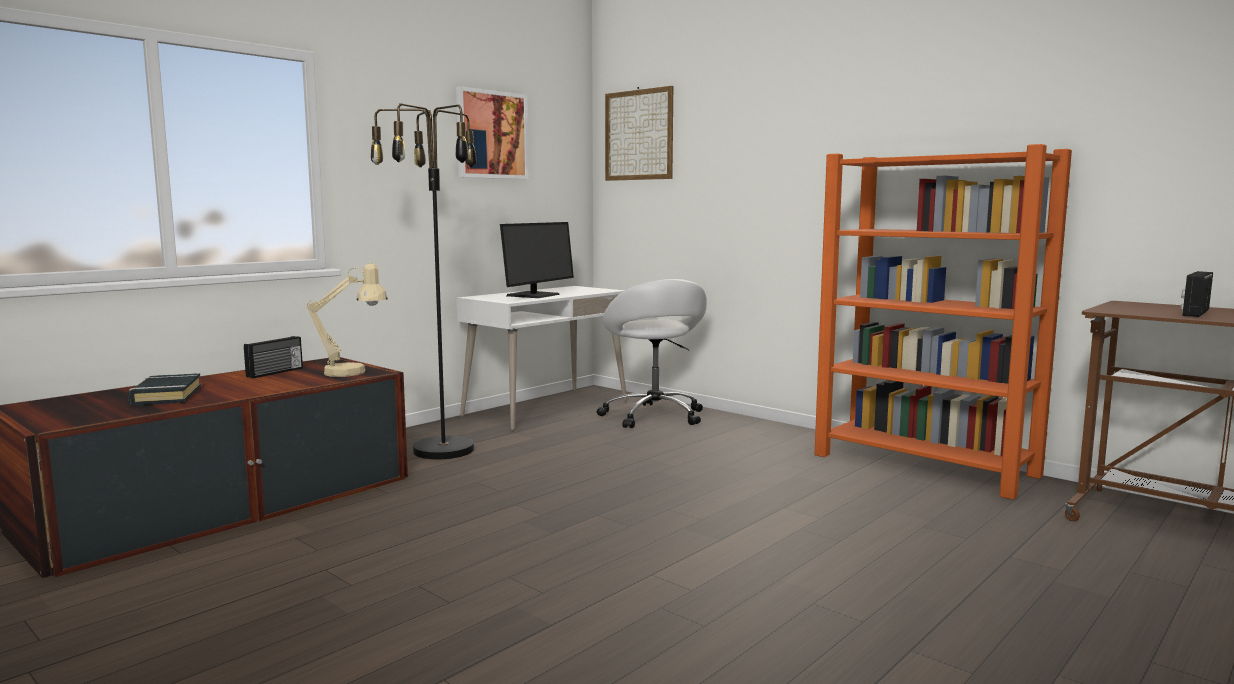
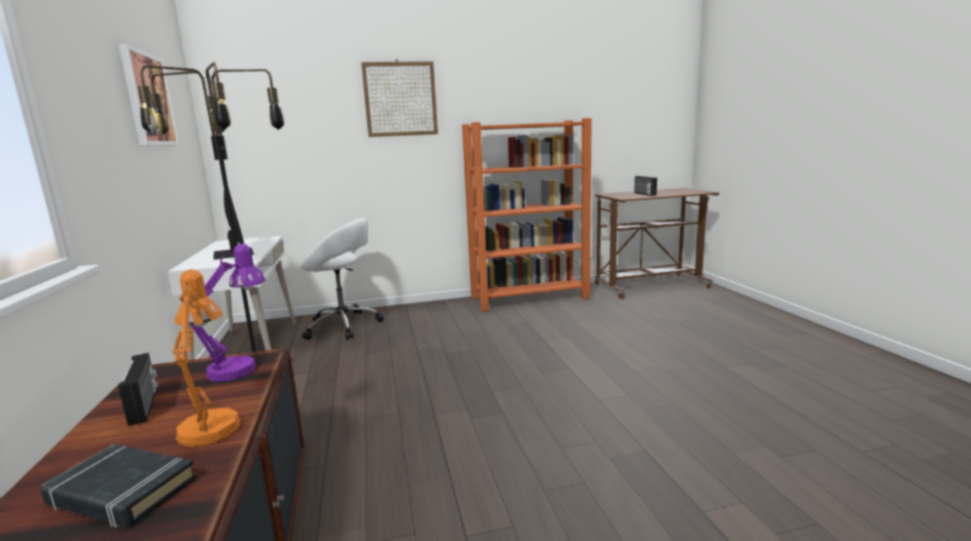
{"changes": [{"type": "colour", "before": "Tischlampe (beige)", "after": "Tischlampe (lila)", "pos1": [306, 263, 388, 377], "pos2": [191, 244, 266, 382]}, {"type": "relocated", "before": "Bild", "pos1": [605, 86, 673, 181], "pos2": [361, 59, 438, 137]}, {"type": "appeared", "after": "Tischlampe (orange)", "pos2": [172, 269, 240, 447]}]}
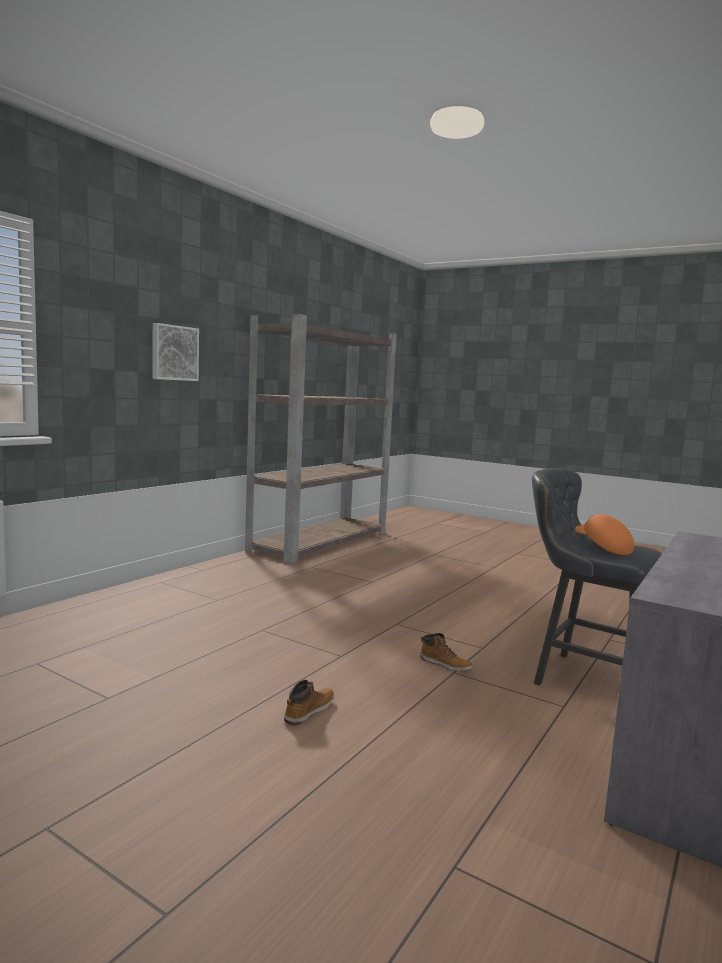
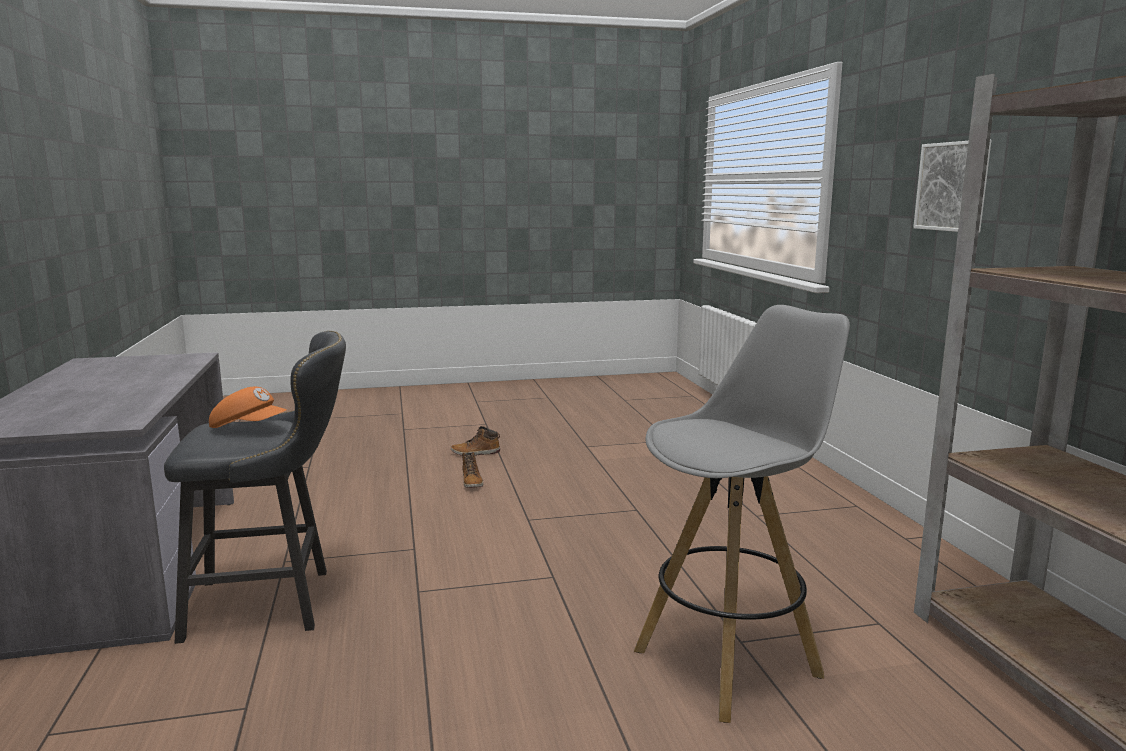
{"changes": [{"type": "relocated", "before": "Stiefel", "pos1": [420, 633, 473, 671], "pos2": [451, 426, 500, 456]}, {"type": "appeared", "after": "Hocker (grau)", "pos2": [634, 305, 850, 723]}]}
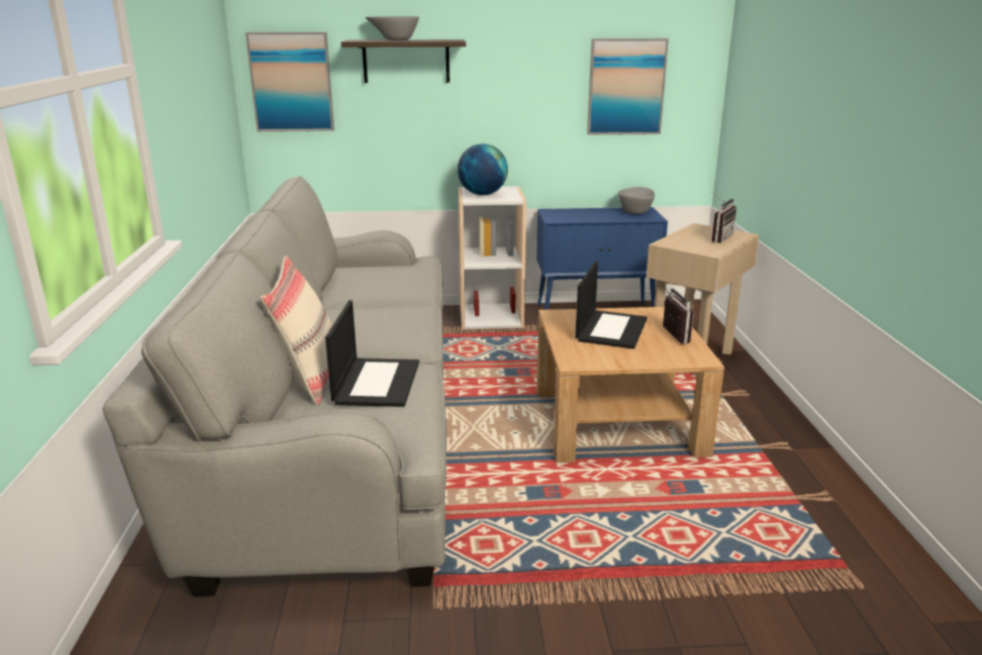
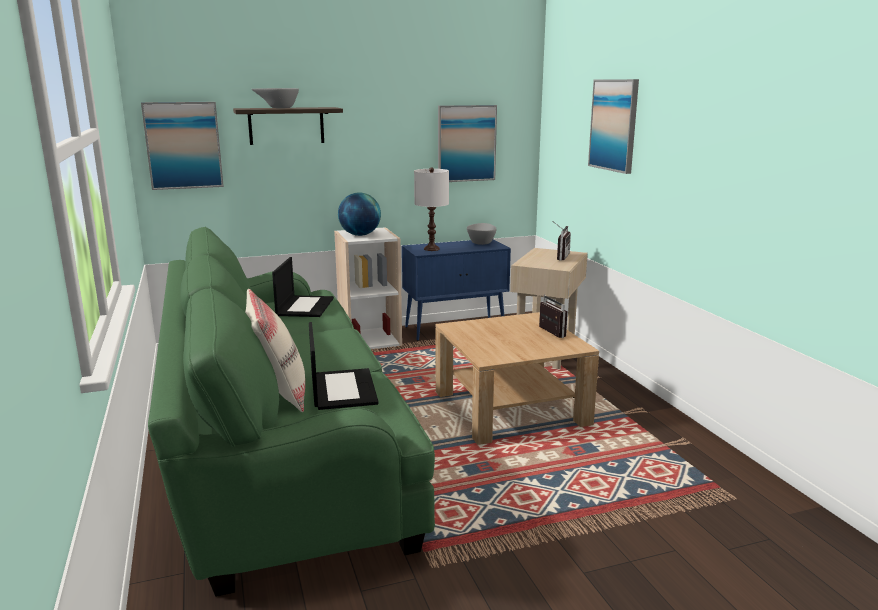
{"changes": [{"type": "colour", "before": "Sofa (grau)", "after": "Sofa (grün)", "pos1": [102, 176, 447, 597], "pos2": [148, 226, 435, 597]}, {"type": "relocated", "before": "Laptop", "pos1": [575, 261, 647, 349], "pos2": [272, 257, 334, 317]}, {"type": "appeared", "after": "Tischlampe (weiß)", "pos2": [414, 167, 449, 251]}, {"type": "appeared", "after": "Bild", "pos2": [588, 79, 639, 174]}]}
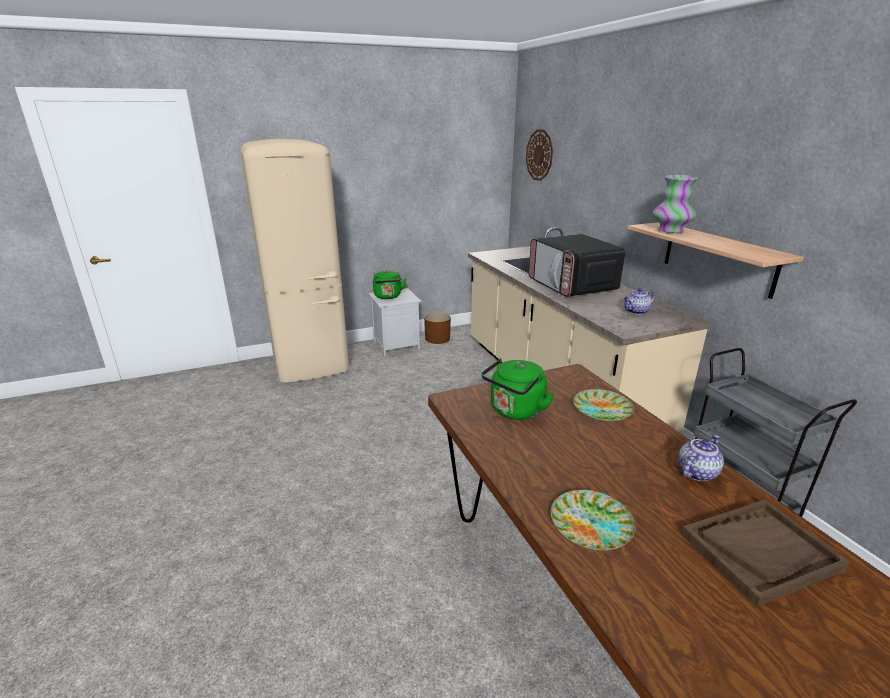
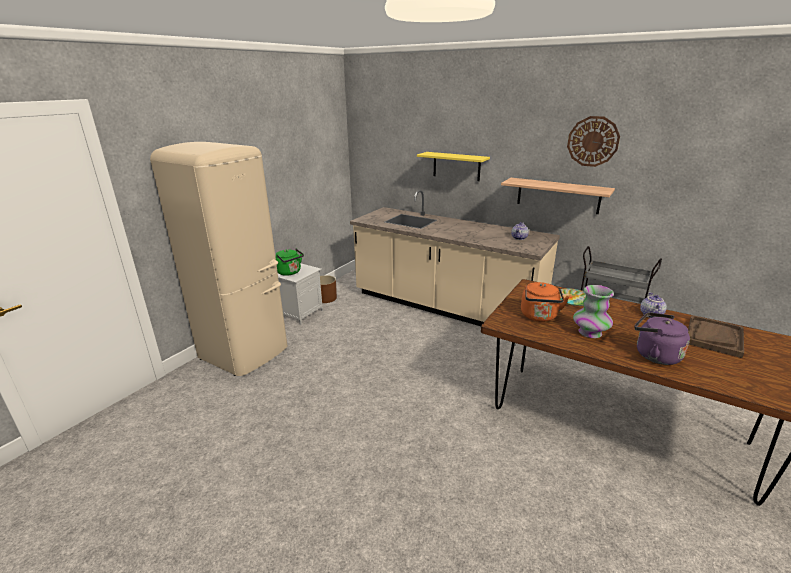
{"changes": [{"type": "colour", "before": "Wasserkessel (grün)", "after": "Wasserkessel (orange)", "pos1": [481, 358, 554, 420], "pos2": [521, 282, 569, 322]}, {"type": "relocated", "before": "Wanduhr", "pos1": [526, 129, 553, 181], "pos2": [567, 116, 620, 167]}, {"type": "missing", "before": "Mikrowelle", "pos1": [529, 234, 625, 297]}, {"type": "exchanged", "before": "Teller", "after": "Wasserkessel (lila)", "pos1": [551, 490, 635, 551], "pos2": [634, 312, 690, 365]}, {"type": "relocated", "before": "Vase", "pos1": [652, 175, 698, 233], "pos2": [573, 285, 614, 338]}, {"type": "appeared", "after": "Wandregal (gelb)", "pos2": [417, 152, 490, 181]}]}
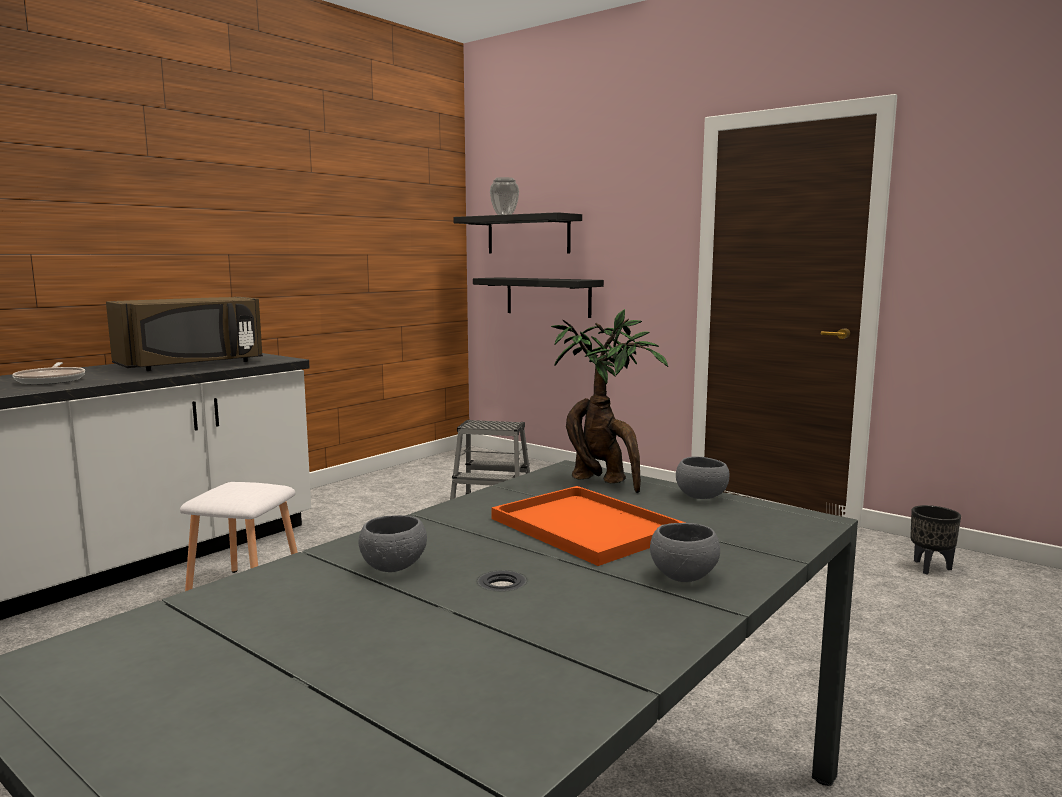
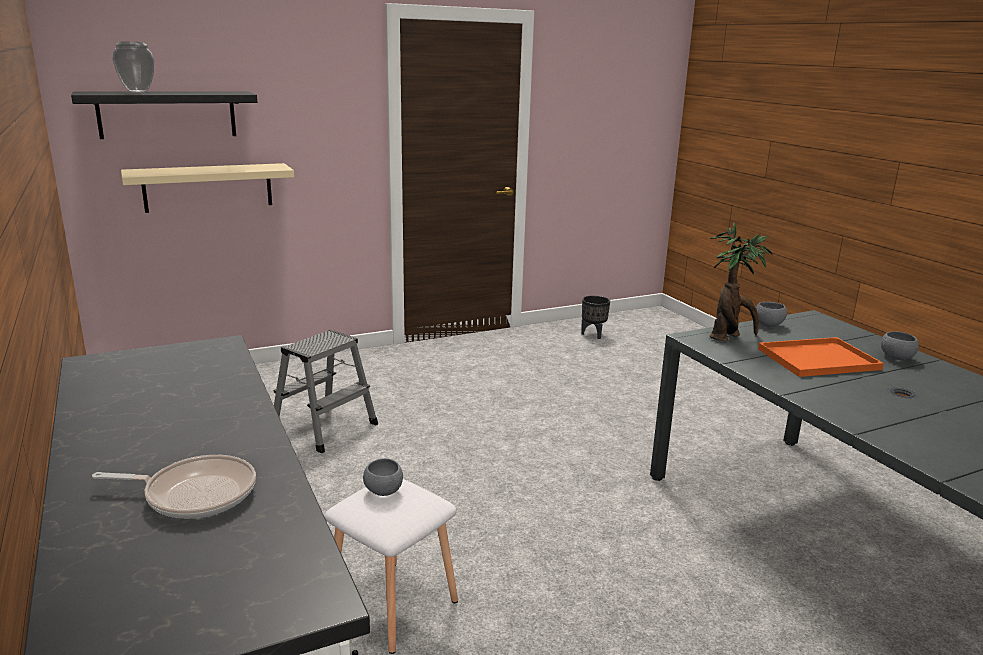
{"changes": [{"type": "missing", "before": "Mikrowelle (braun)", "pos1": [106, 297, 263, 371]}, {"type": "relocated", "before": "Schüssel (grau)", "pos1": [359, 515, 427, 572], "pos2": [363, 458, 403, 496]}, {"type": "colour", "before": "Wandregal (schwarz)", "after": "Wandregal (beige)", "pos1": [473, 277, 604, 318], "pos2": [121, 163, 294, 213]}]}
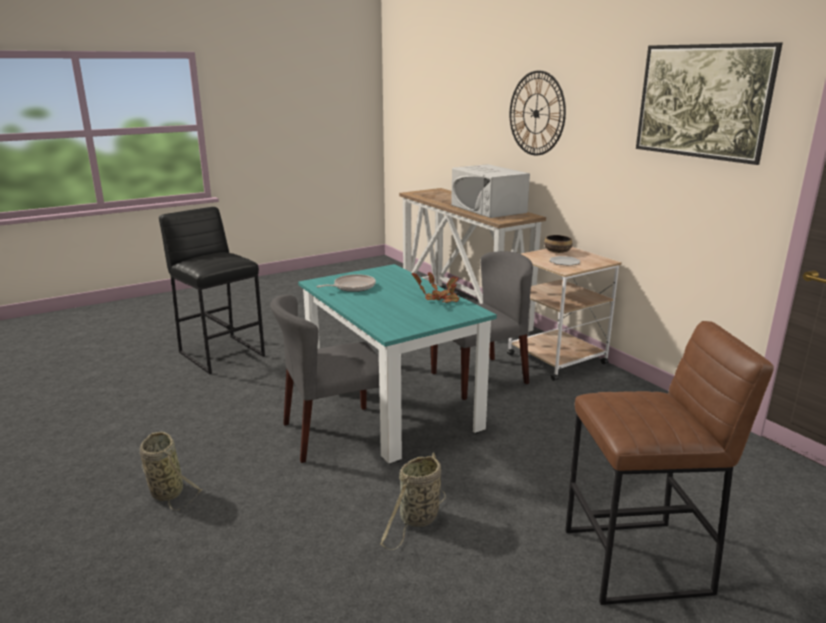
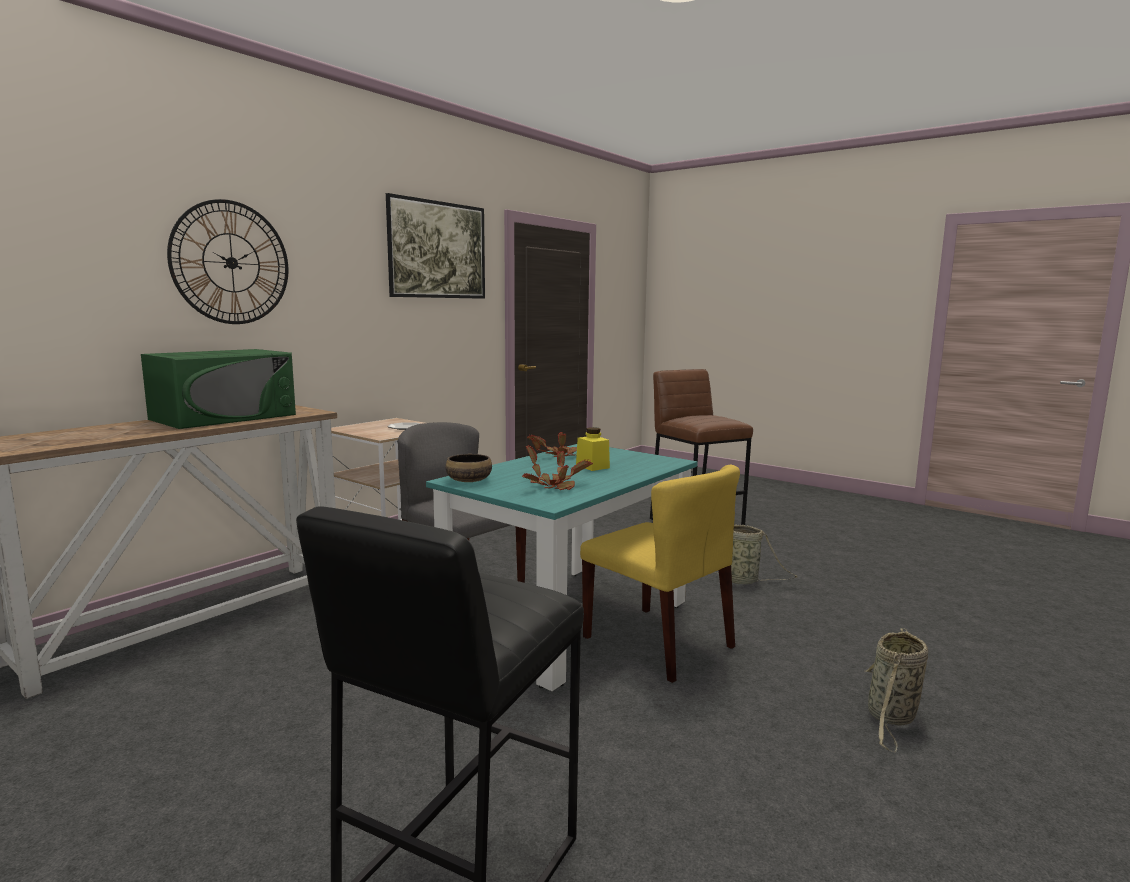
{"changes": [{"type": "colour", "before": "Stuhl (grau)", "after": "Stuhl (gelb)", "pos1": [270, 294, 379, 463], "pos2": [580, 465, 740, 683]}, {"type": "exchanged", "before": "Pfanne", "after": "Topfpflanze", "pos1": [316, 274, 376, 292], "pos2": [522, 446, 593, 490]}, {"type": "colour", "before": "Mikrowelle (weiß)", "after": "Mikrowelle (grün)", "pos1": [451, 164, 530, 218], "pos2": [141, 349, 296, 429]}, {"type": "relocated", "before": "Schüssel", "pos1": [544, 235, 572, 253], "pos2": [446, 454, 492, 482]}, {"type": "appeared", "after": "Vorratsglas (gelb)", "pos2": [576, 427, 610, 471]}]}
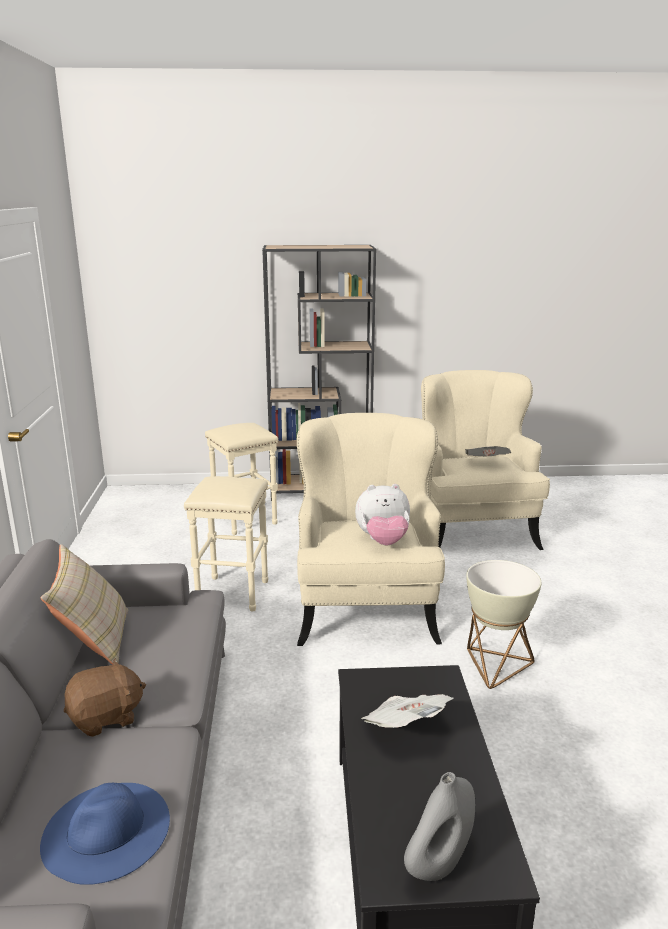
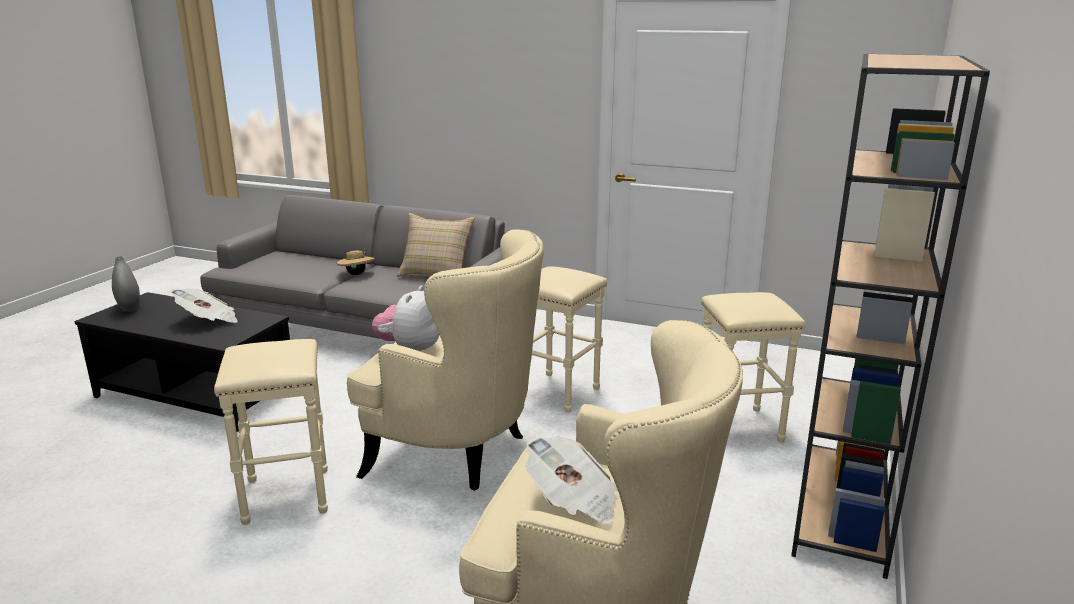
{"changes": [{"type": "missing", "before": "Hut (blau)", "pos1": [40, 783, 170, 885]}, {"type": "exchanged", "before": "Plüschtier (braun)", "after": "Hut (beige)", "pos1": [64, 658, 146, 737], "pos2": [337, 249, 375, 275]}, {"type": "exchanged", "before": "Pflanzkübel", "after": "Hocker (beige)", "pos1": [466, 560, 542, 689], "pos2": [214, 339, 328, 525]}]}
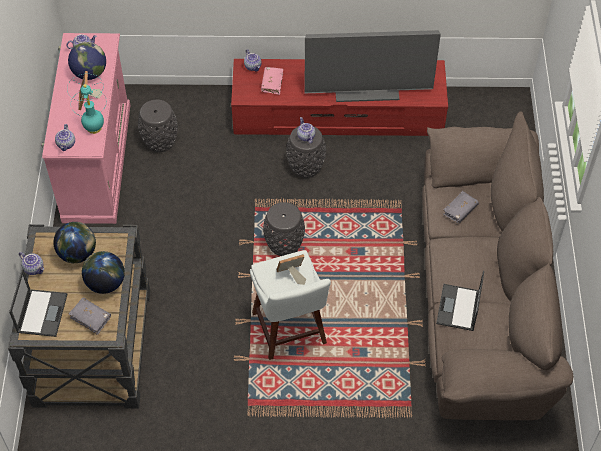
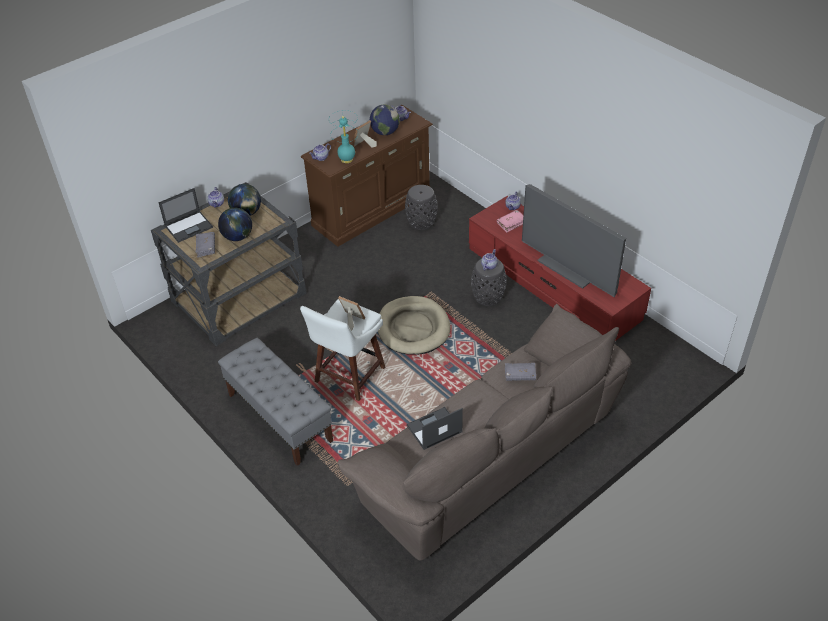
{"changes": [{"type": "colour", "before": "Schrank (rosa)", "after": "Schrank (braun)", "pos1": [41, 33, 130, 224], "pos2": [301, 105, 433, 247]}, {"type": "exchanged", "before": "Hocker (grau)", "after": "Hundebett (beige)", "pos1": [263, 202, 305, 256], "pos2": [378, 296, 450, 355]}, {"type": "appeared", "after": "Bank (grau)", "pos2": [218, 338, 333, 466]}]}
